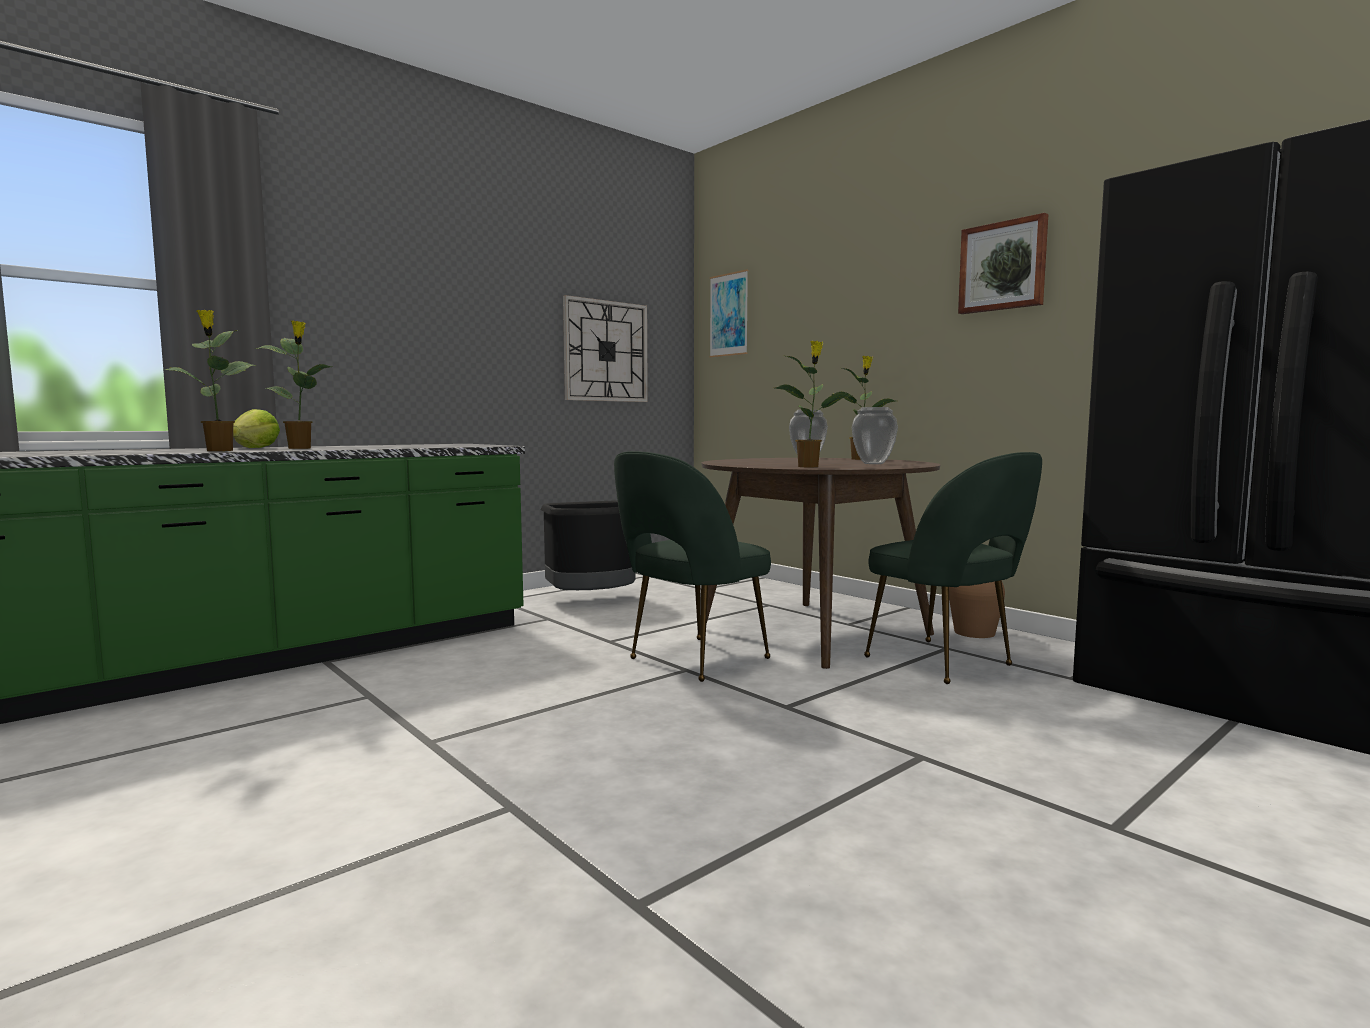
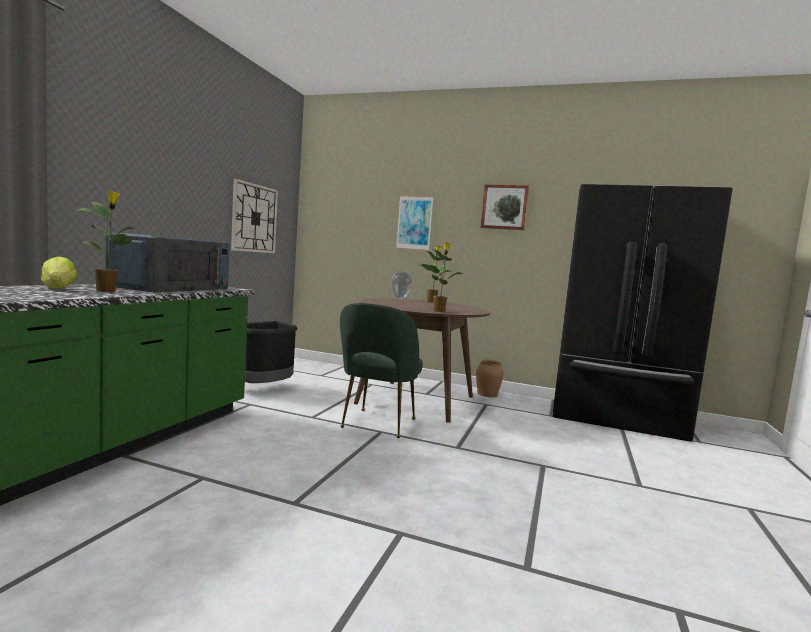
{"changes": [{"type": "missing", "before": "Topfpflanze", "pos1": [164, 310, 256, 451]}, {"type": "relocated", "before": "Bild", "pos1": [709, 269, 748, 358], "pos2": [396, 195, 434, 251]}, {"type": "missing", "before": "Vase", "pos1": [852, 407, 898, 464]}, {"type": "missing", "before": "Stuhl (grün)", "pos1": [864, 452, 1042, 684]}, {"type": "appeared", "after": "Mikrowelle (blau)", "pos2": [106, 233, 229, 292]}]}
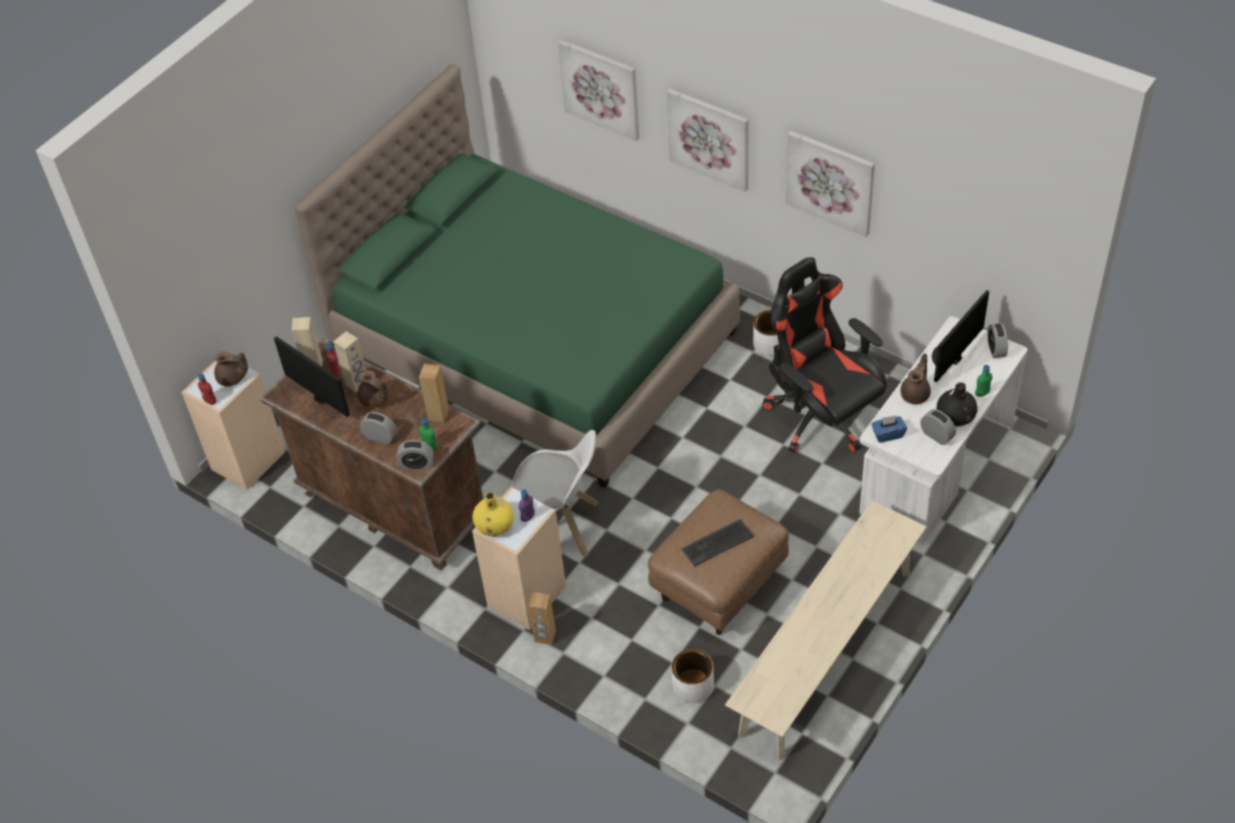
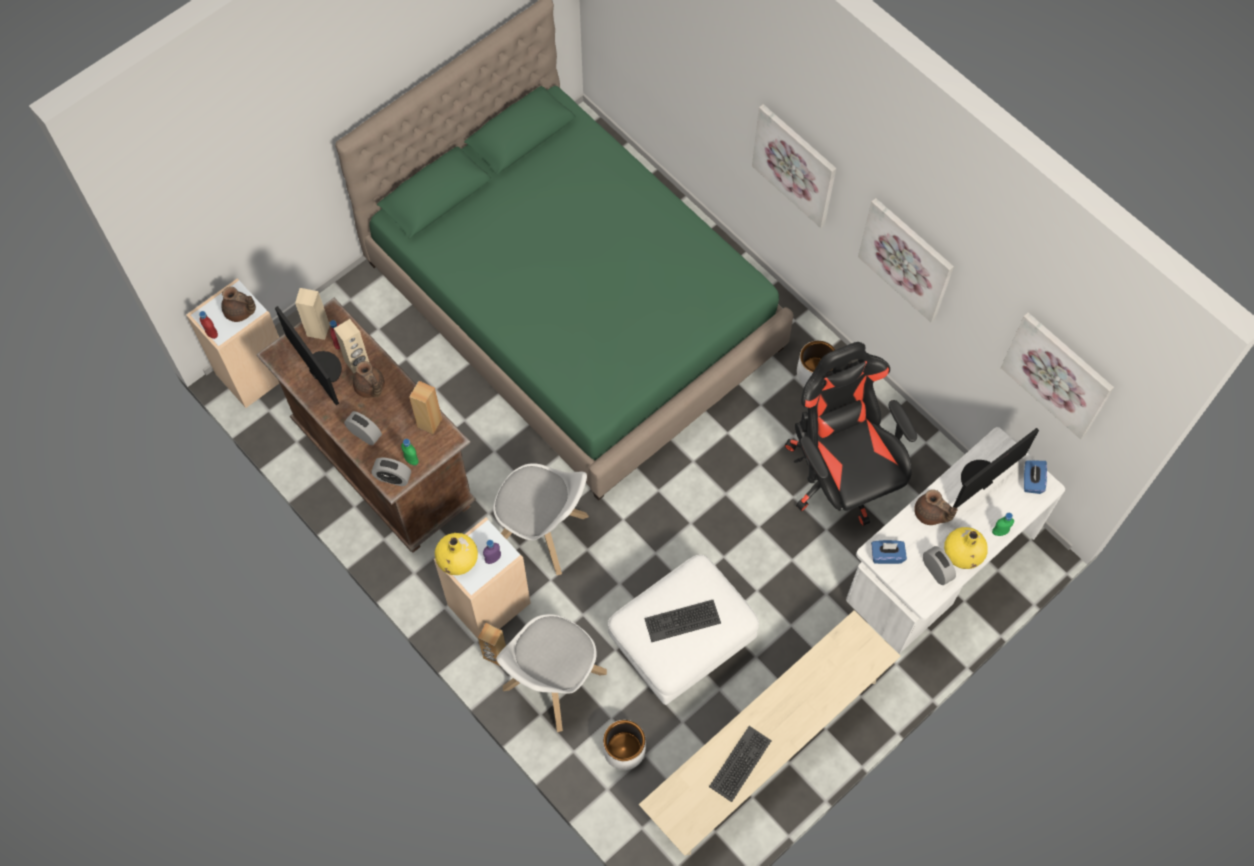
{"changes": [{"type": "relocated", "before": "Bild", "pos1": [558, 39, 639, 141], "pos2": [1001, 312, 1114, 440]}, {"type": "colour", "before": "Polsterhocker (braun)", "after": "Polsterhocker (weiß)", "pos1": [648, 490, 789, 635], "pos2": [608, 555, 759, 705]}, {"type": "spun", "before": "Teekanne (braun)", "pos1": [900, 353, 931, 404], "pos2": [914, 490, 958, 525], "turn": 90}, {"type": "colour", "before": "Vase (schwarz)", "after": "Vase (gelb)", "pos1": [937, 382, 977, 426], "pos2": [944, 527, 988, 569]}, {"type": "exchanged", "before": "Wecker", "after": "Taschentuchbox (blau)", "pos1": [987, 323, 1008, 358], "pos2": [1024, 460, 1047, 494]}, {"type": "appeared", "after": "Stuhl", "pos2": [496, 614, 607, 732]}, {"type": "appeared", "after": "Tastatur", "pos2": [709, 726, 772, 802]}]}
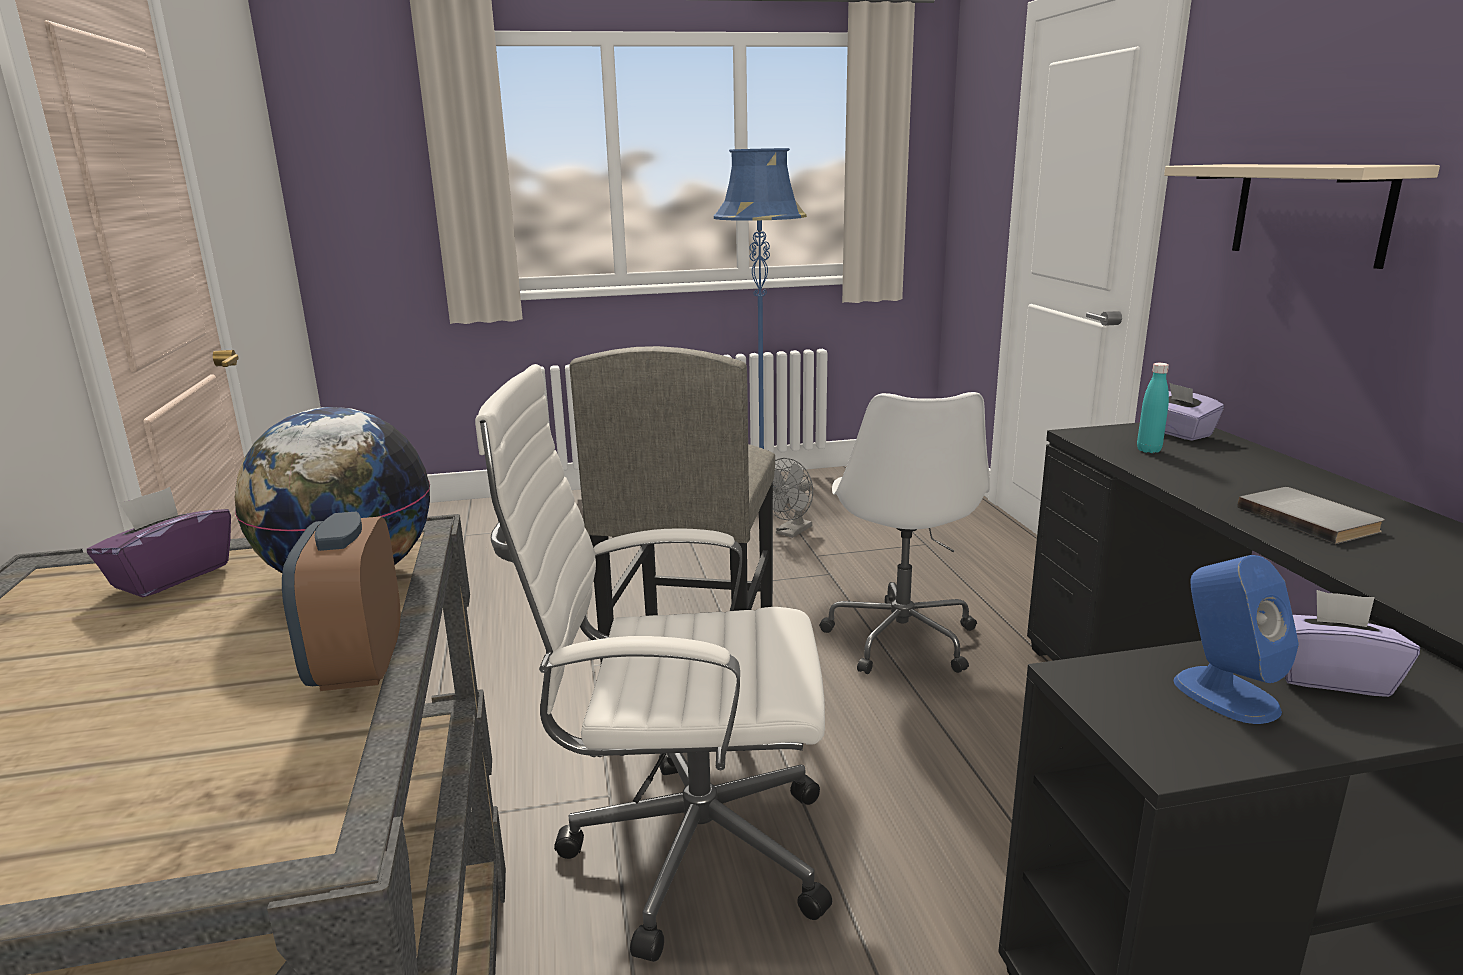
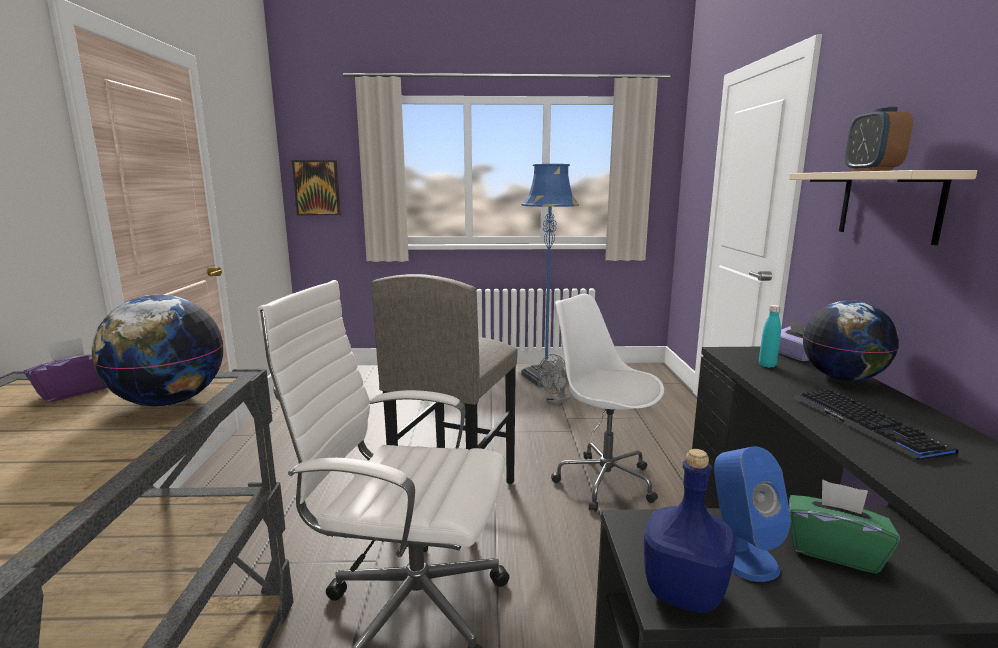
{"changes": [{"type": "relocated", "before": "Wecker", "pos1": [282, 511, 400, 691], "pos2": [845, 107, 913, 172]}, {"type": "spun", "before": "Bürostuhl (weiß)", "pos1": [819, 392, 990, 674], "pos2": [551, 294, 664, 512], "turn": 120}, {"type": "exchanged", "before": "Buch (grau)", "after": "Tastatur", "pos1": [1237, 487, 1385, 544], "pos2": [794, 389, 959, 460]}, {"type": "colour", "before": "Taschentuchbox (lila)", "after": "Taschentuchbox (grün)", "pos1": [1285, 590, 1420, 697], "pos2": [789, 479, 900, 574]}, {"type": "appeared", "after": "Bild", "pos2": [292, 160, 341, 215]}, {"type": "appeared", "after": "Flasche (blau)", "pos2": [644, 449, 736, 613]}, {"type": "appeared", "after": "Globus", "pos2": [803, 300, 899, 381]}]}
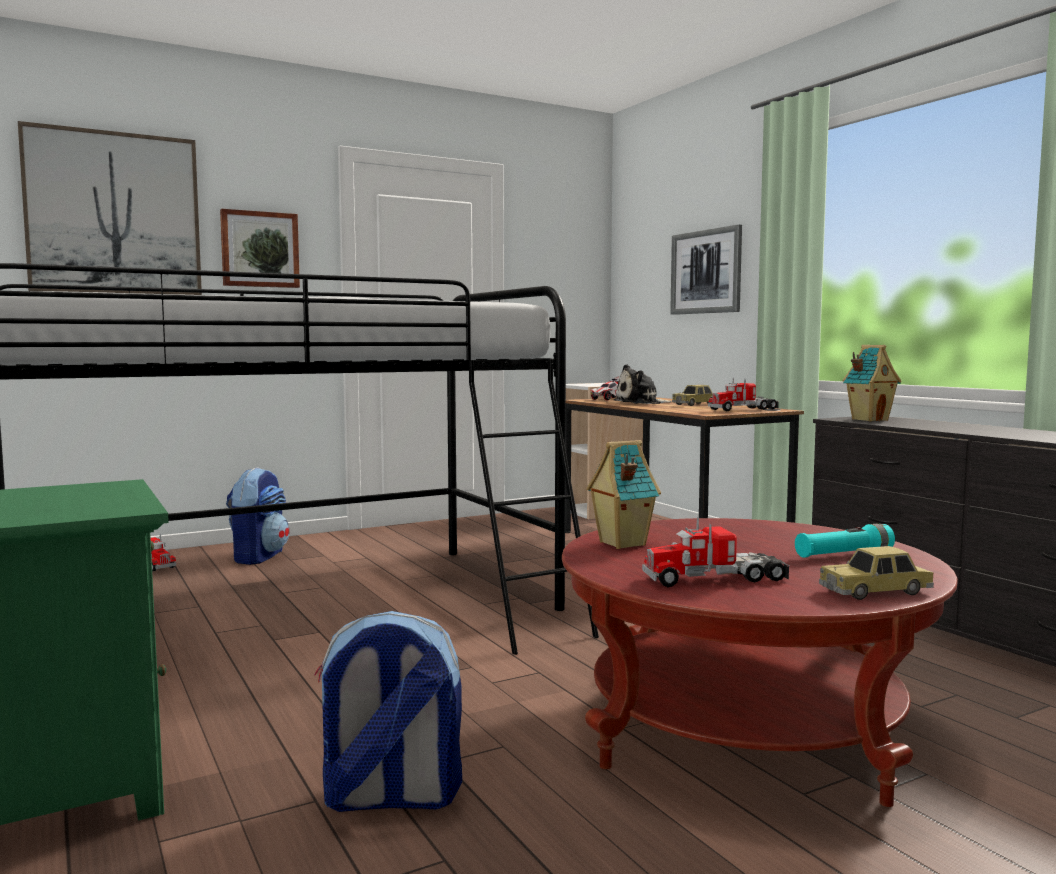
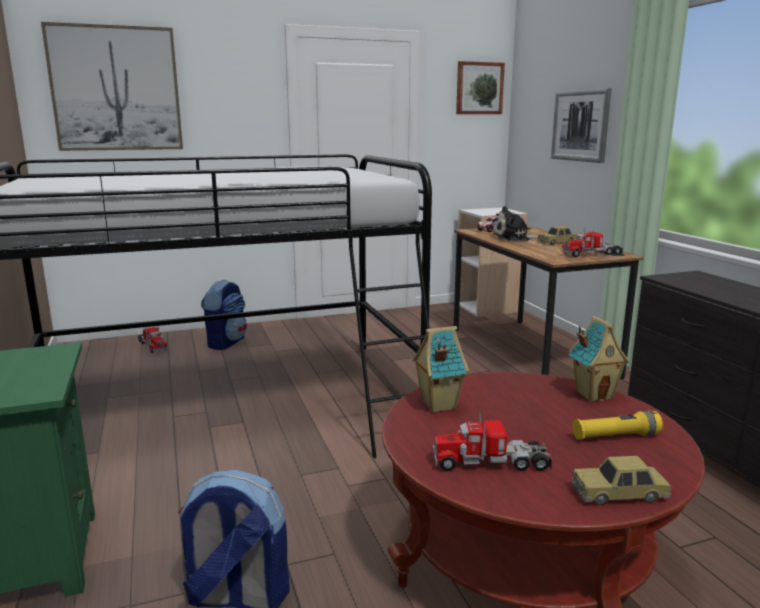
{"changes": [{"type": "relocated", "before": "Bild", "pos1": [220, 209, 300, 288], "pos2": [456, 61, 505, 114]}, {"type": "colour", "before": "Taschenlampe (türkis)", "after": "Taschenlampe (gelb)", "pos1": [795, 524, 895, 558], "pos2": [573, 411, 663, 440]}, {"type": "relocated", "before": "Spielzeughaus", "pos1": [843, 345, 901, 421], "pos2": [568, 316, 630, 402]}]}
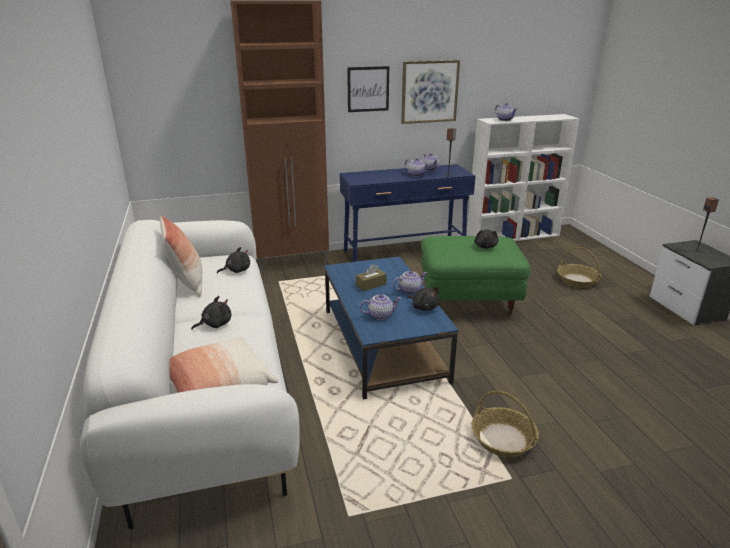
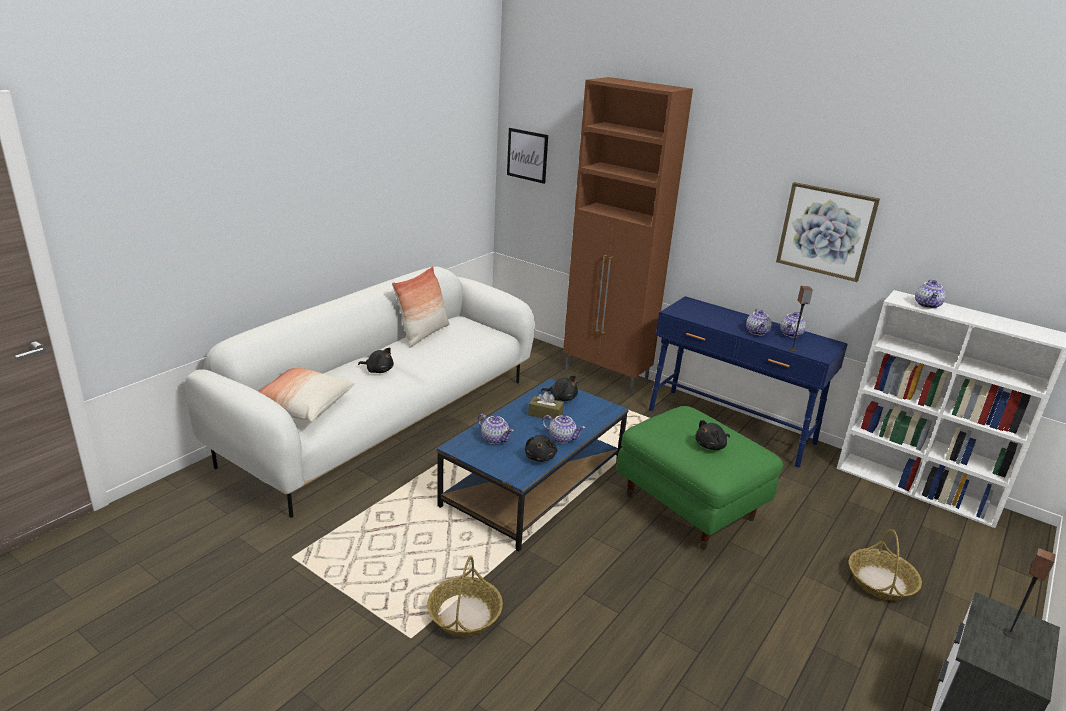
{"changes": [{"type": "relocated", "before": "Plüschtier (schwarz)", "pos1": [217, 247, 250, 274], "pos2": [541, 376, 578, 401]}, {"type": "relocated", "before": "Bild", "pos1": [347, 66, 389, 112], "pos2": [507, 128, 548, 184]}]}
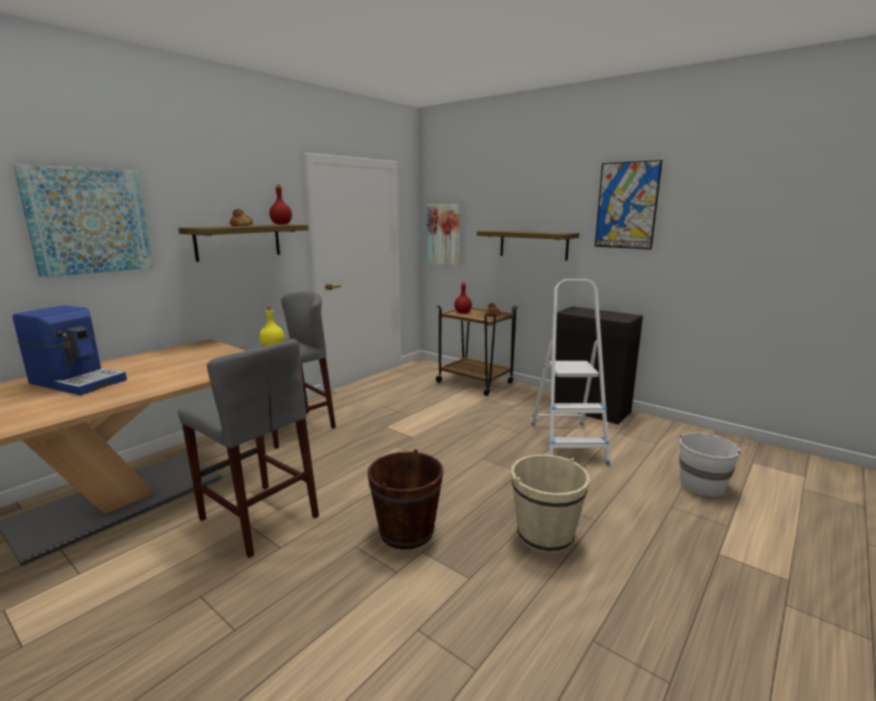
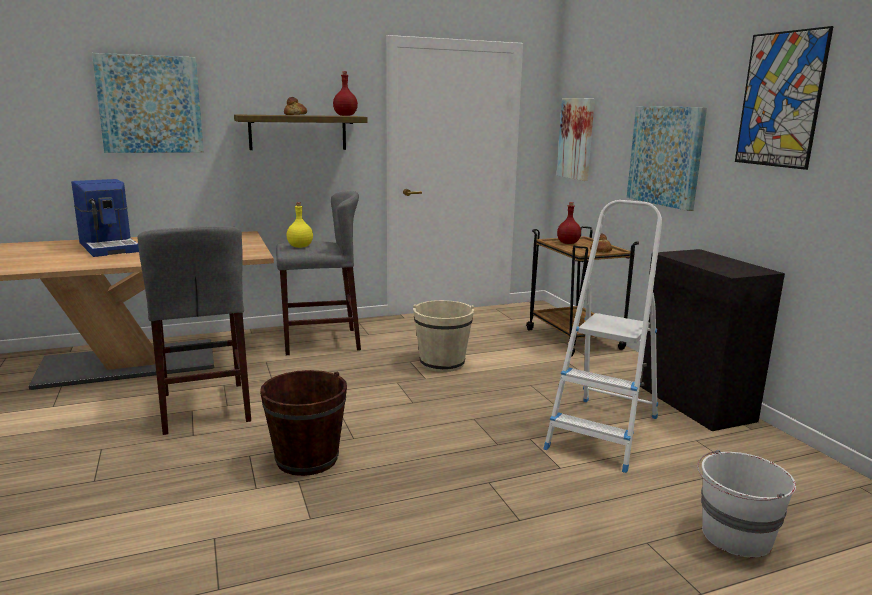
{"changes": [{"type": "exchanged", "before": "Wandregal", "after": "Bild", "pos1": [477, 230, 579, 261], "pos2": [627, 106, 707, 211]}, {"type": "relocated", "before": "Eimer (beige)", "pos1": [511, 454, 590, 554], "pos2": [413, 300, 474, 372]}]}
